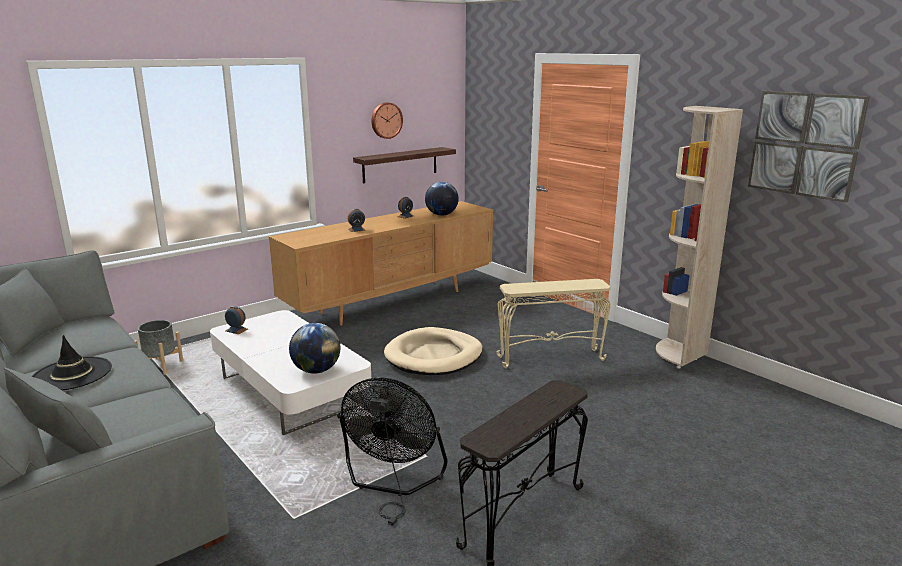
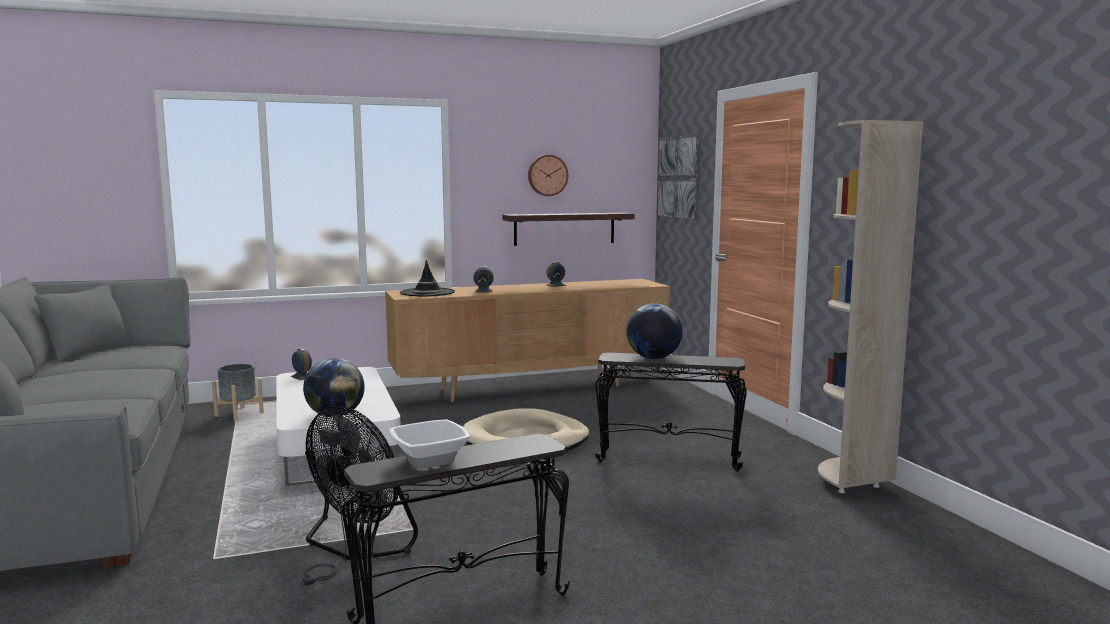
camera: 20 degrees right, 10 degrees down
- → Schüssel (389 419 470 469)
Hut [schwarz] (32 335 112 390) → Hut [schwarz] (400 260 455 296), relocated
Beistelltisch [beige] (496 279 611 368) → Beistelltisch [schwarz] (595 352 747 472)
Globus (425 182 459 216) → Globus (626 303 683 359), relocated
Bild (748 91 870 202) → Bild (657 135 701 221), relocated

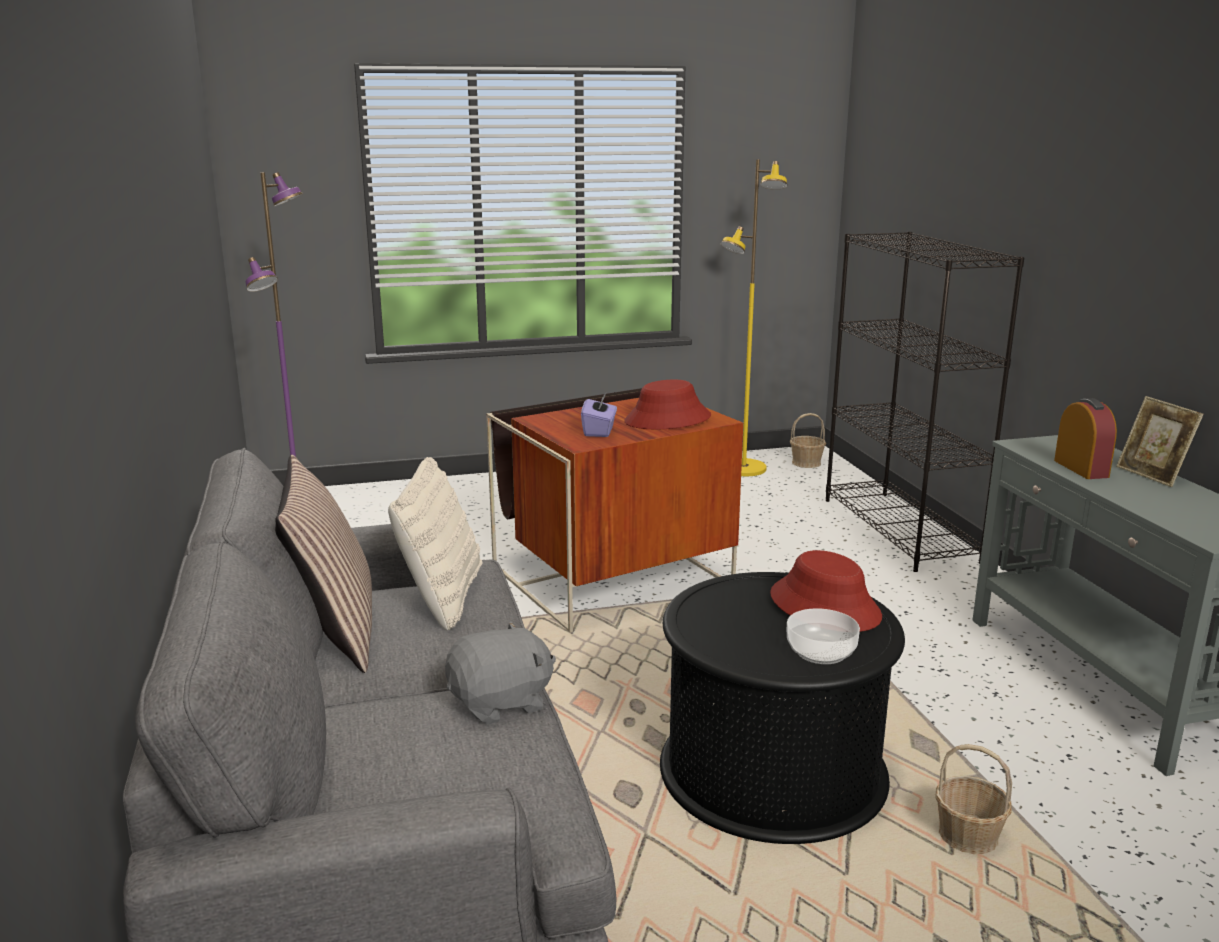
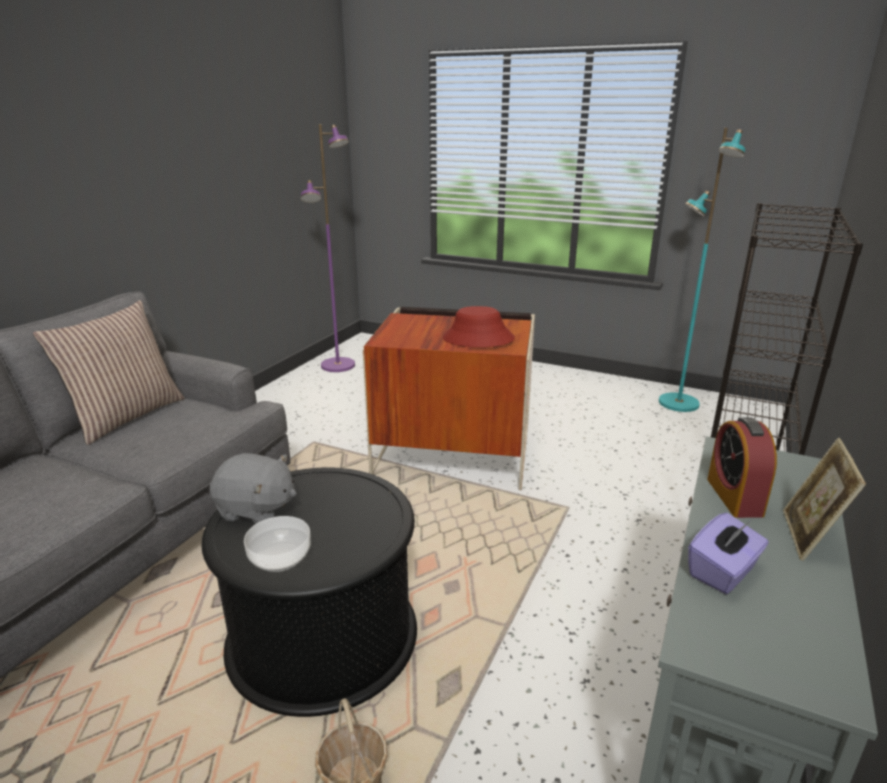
camera: 40 degrees right, 5 degrees up
Plüschtier [grau] (445 621 556 725) → Plüschtier [grau] (210 453 297 524), relocated
Stehlampe [gelb] (721 159 787 476) → Stehlampe [türkis] (659 128 745 412)
Taschentuchbox [lila] (581 393 617 437) → Taschentuchbox [lila] (688 513 769 594), relocated
Wecker (1054 398 1117 479) → Wecker (707 417 777 518), 150 degrees clockwise
Kissen [beige] (388 457 483 630) → -
Hut [rot] (770 550 882 632) → -
Korb (790 413 826 468) → -

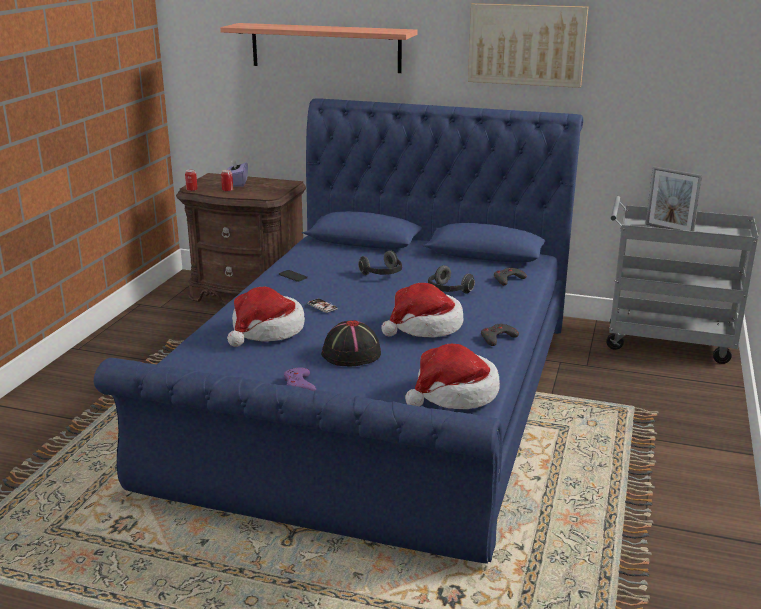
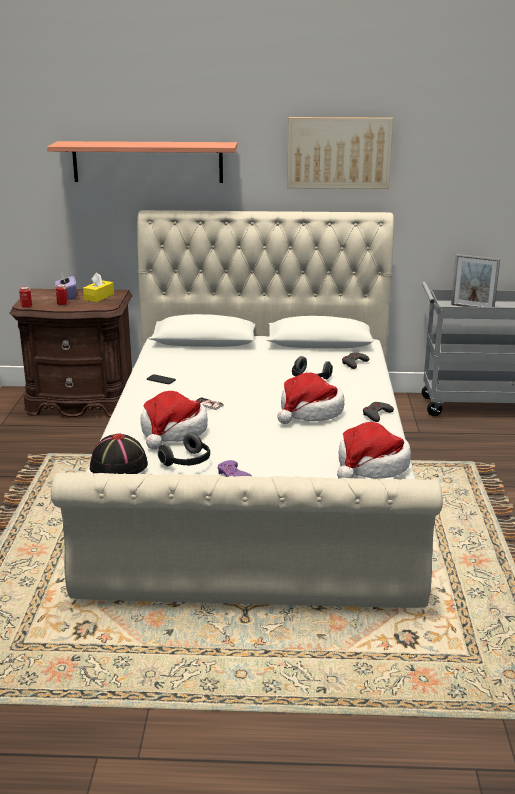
camera: 15 degrees left, 0 degrees up
Bett [blau] (94 98 583 564) → Bett [beige] (51 210 443 608)
- → Taschentuchbox [gelb] (83 272 114 302)
Hut [schwarz] (321 320 381 366) → Hut [schwarz] (90 433 148 474), relocated
Kopfhörer (358 250 402 275) → Kopfhörer (158 432 210 466), relocated

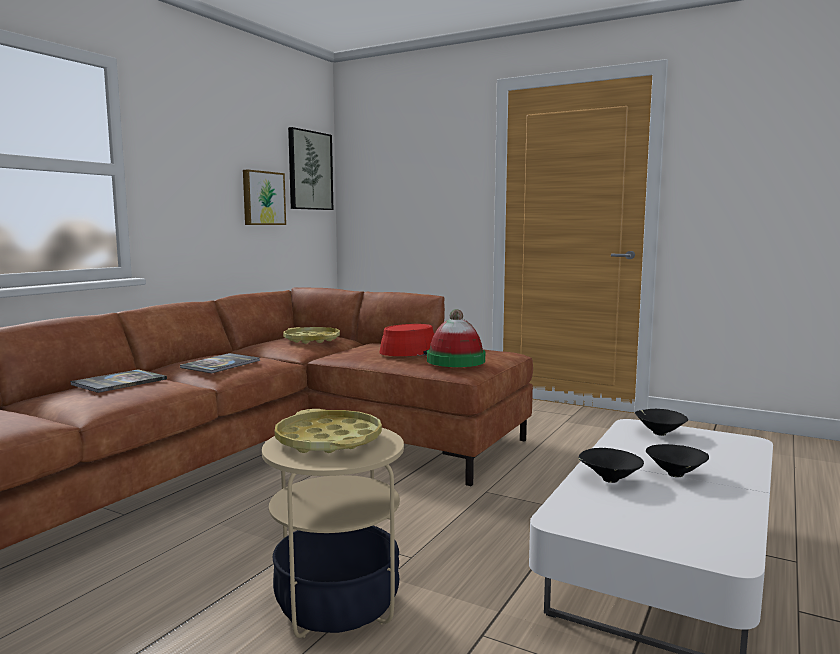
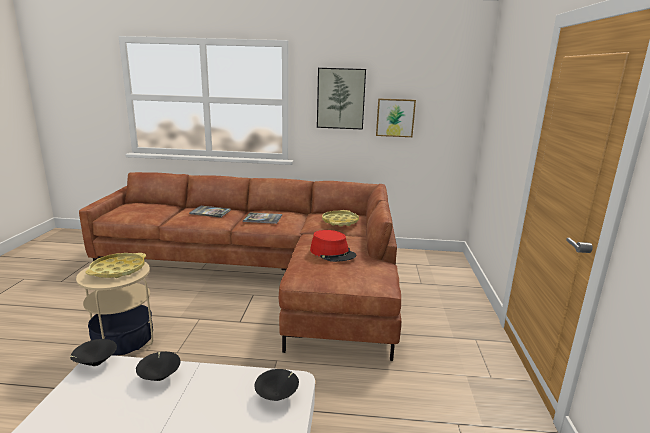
camera: 65 degrees right, 10 degrees up
Schüssel [schwarz] (646 444 709 477) → Schüssel [schwarz] (70 339 117 366), relocated
Bild (288 127 333 210) → Bild (317 68 366 130), relocated
Hut (427 309 485 367) → -

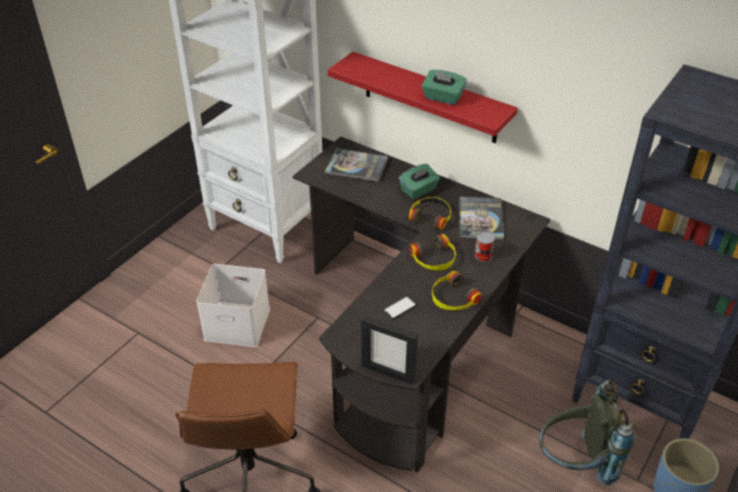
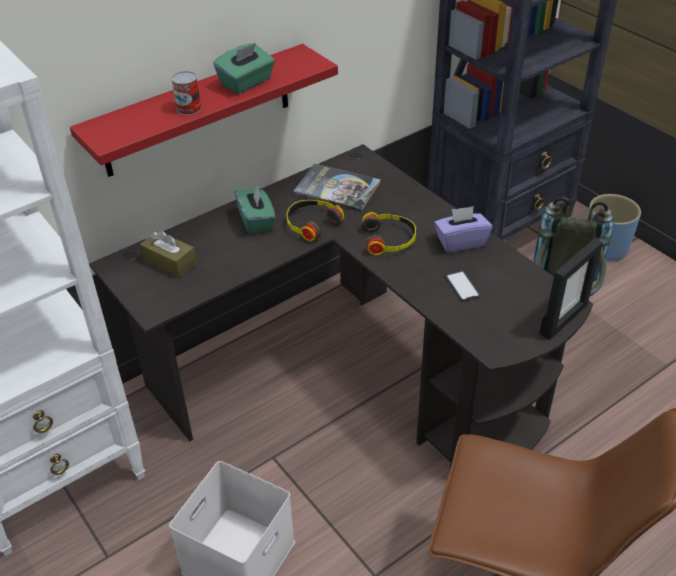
camera: 70 degrees left, 0 degrees up
Buch (325 149 388 182) → Taschentuchbox [braun] (140 230 197 278)
Dose (474 231 495 262) → Dose (171 71 201 115), relocated
Kopfhörer (432 271 481 310) → Taschentuchbox [lila] (434 206 493 252)

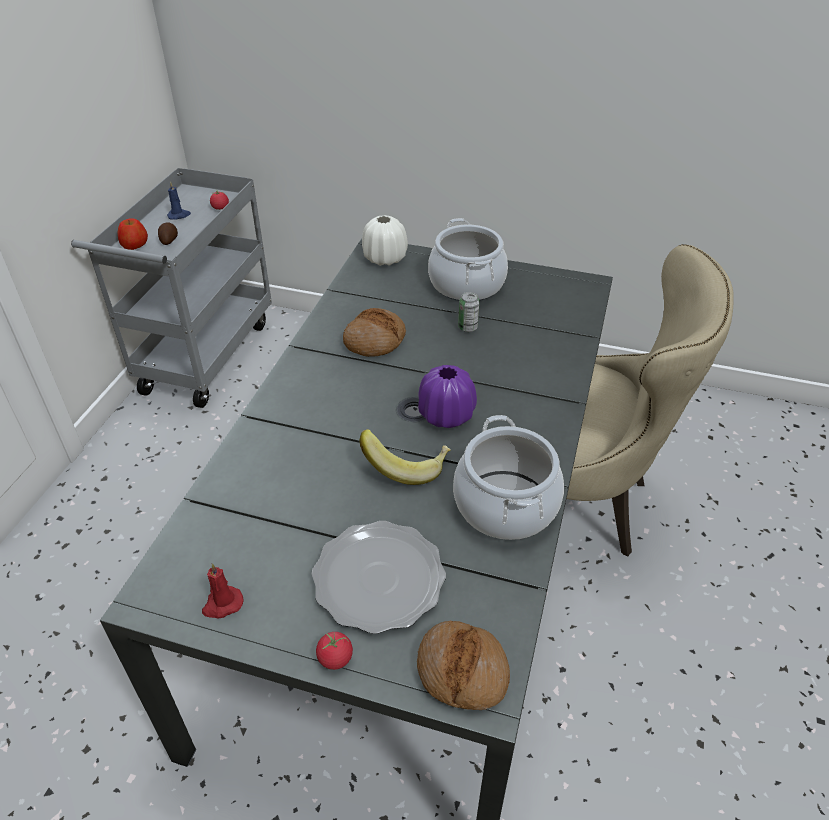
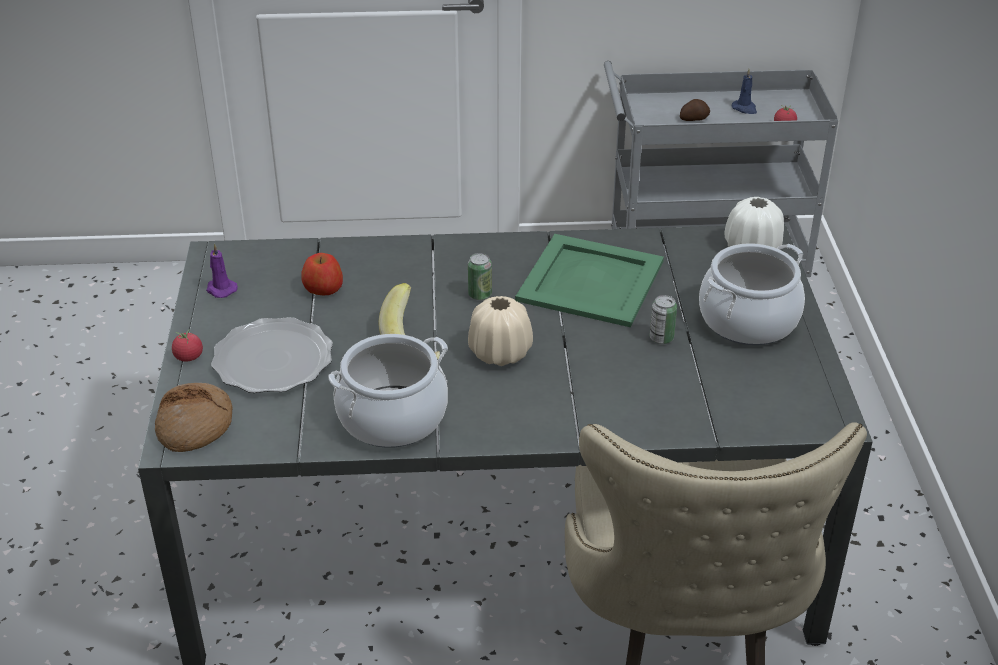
camera: 70 degrees right, 5 degrees down
Kerze [rot] (202 563 244 619) → Kerze [lila] (206 243 238 298)
Apfel (117 218 148 250) → Apfel (302 253 343 295), relocated
- → Dose (468 253 492 300)
Vase [lila] (418 365 477 428) → Vase [beige] (468 296 533 366)
Brot (343 308 406 357) → Tablett [grün] (515 234 664 327)

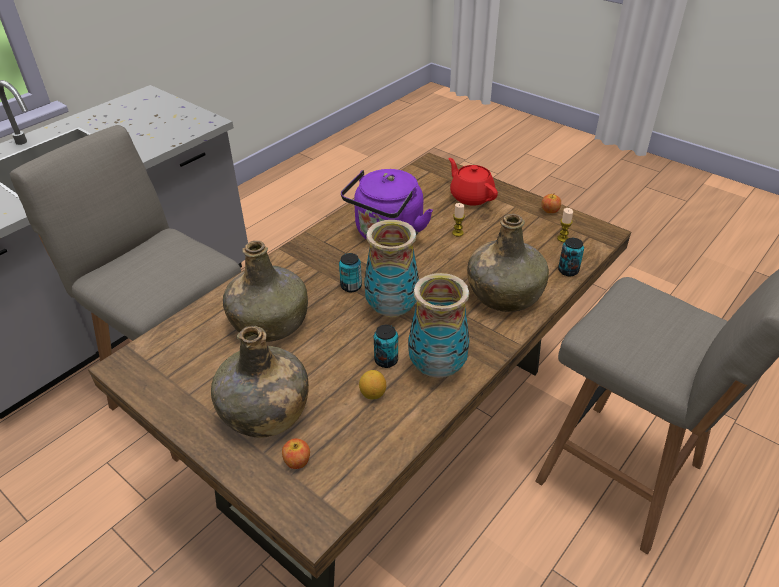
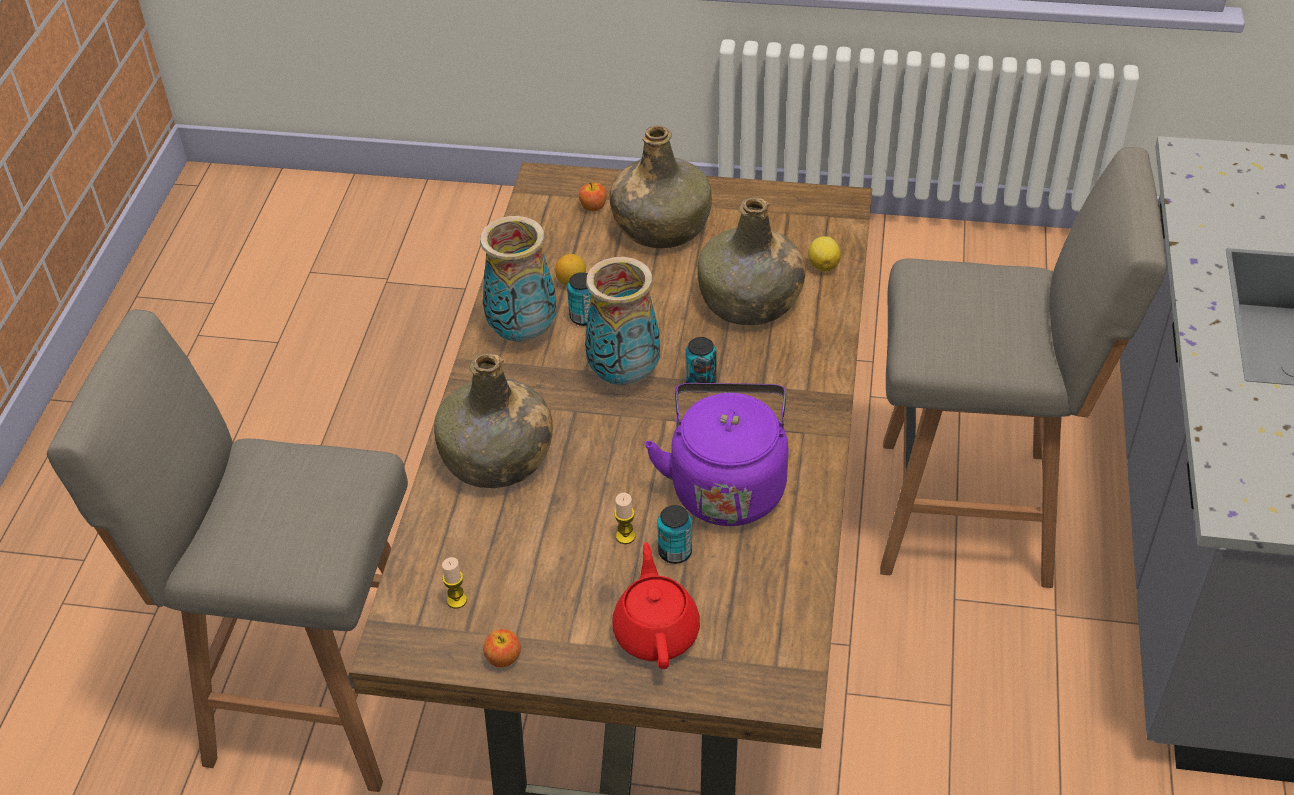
camera: 150 degrees right, 5 degrees up
Teekanne [rot] (448 158 498 205) → Teekanne [rot] (612 542 700 669), 120 degrees counterclockwise
Dose (558 238 584 276) → Dose (657 505 692 564), relocated
- → Zitrone (808 236 841 271)

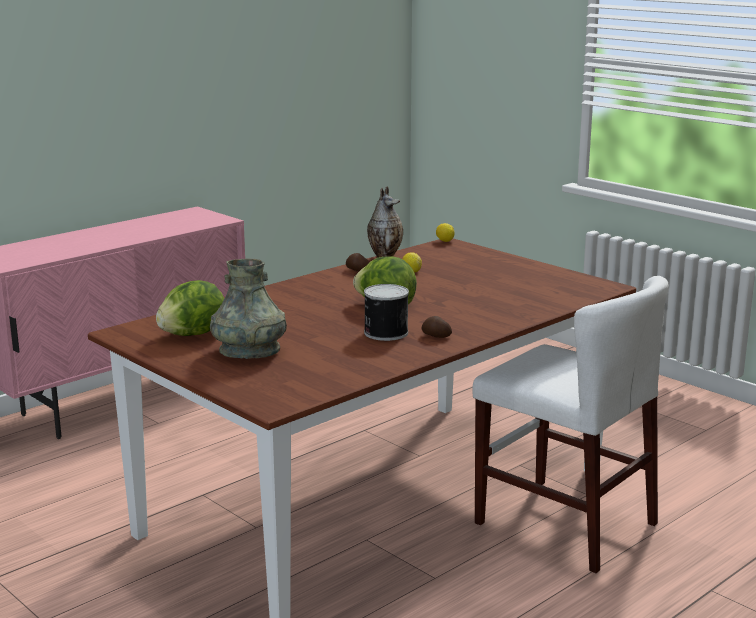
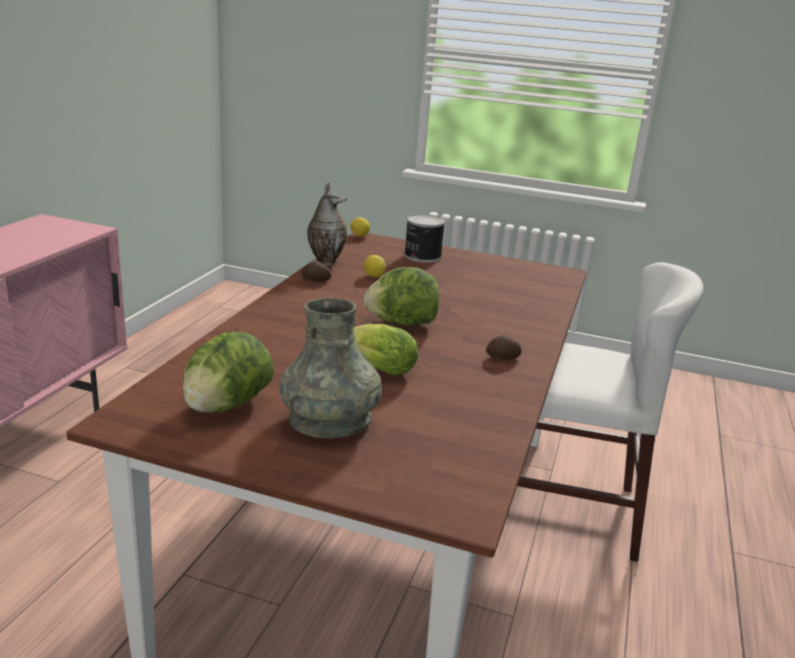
camera: 30 degrees left, 5 degrees up
- → Salatkopf (353 324 418 376)
Dose (364 284 409 341) → Dose (404 214 445 262), relocated

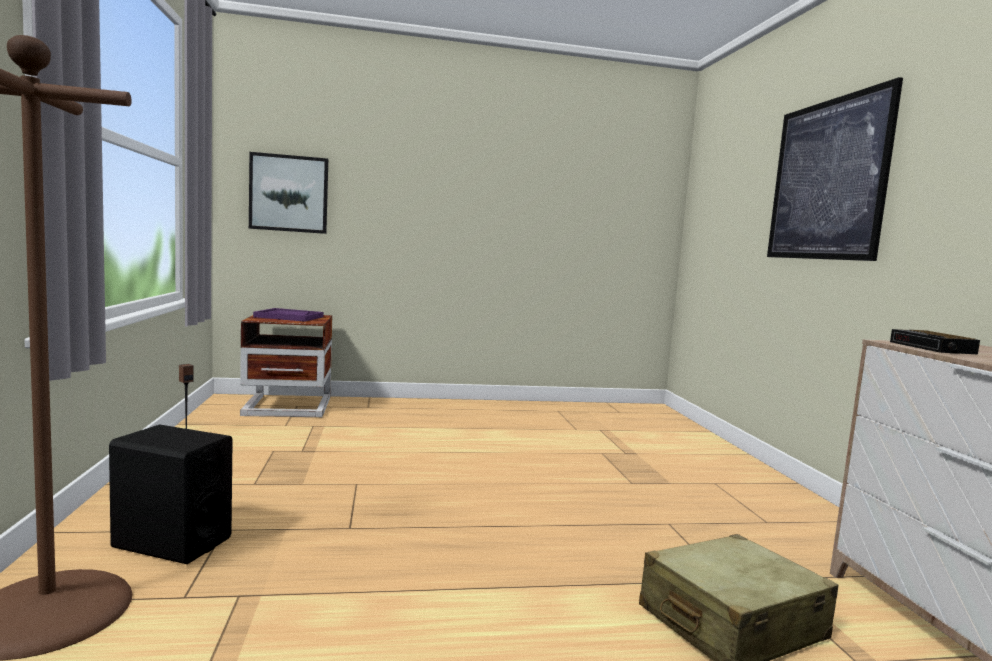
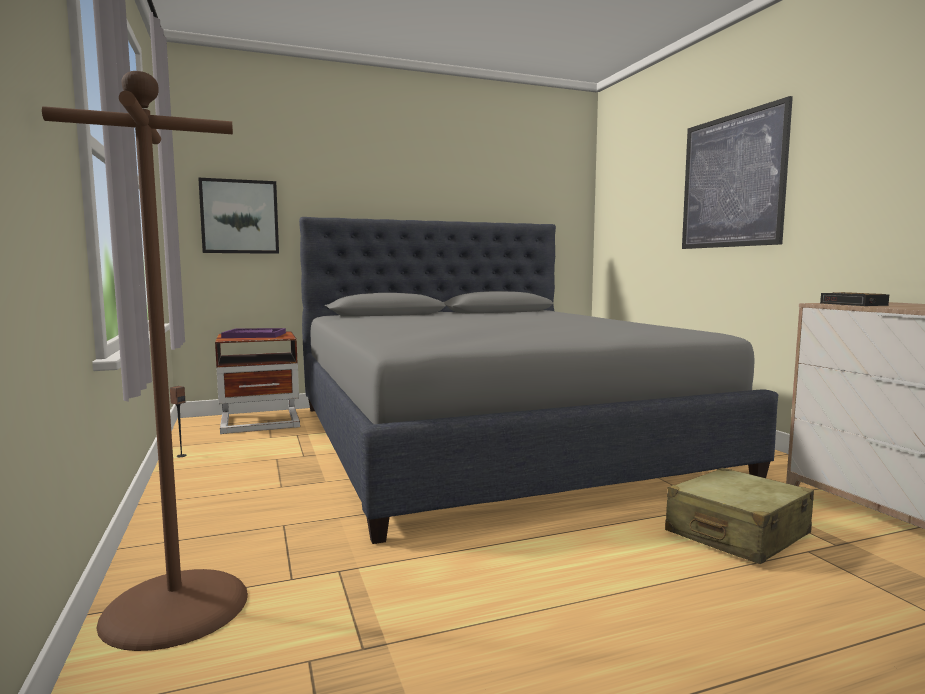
camera: 10 degrees left, 0 degrees up
- → Bett [grau] (299 217 778 544)
Lautsprecher [schwarz] (109 424 233 564) → -

